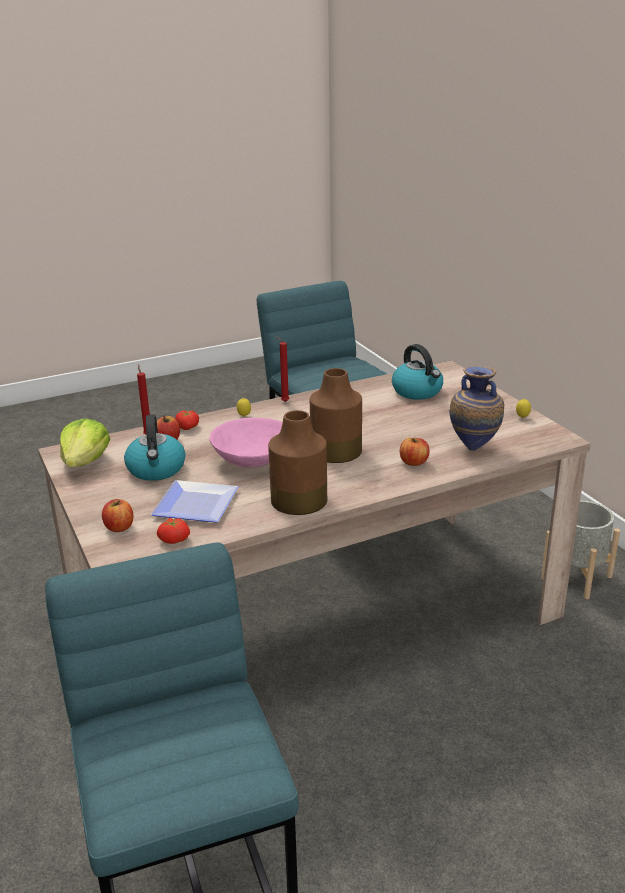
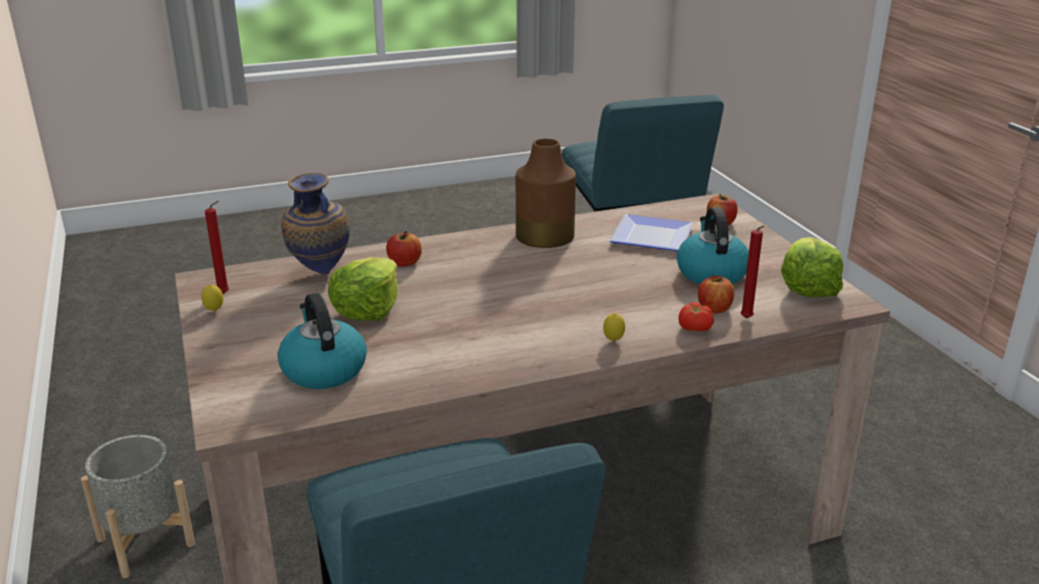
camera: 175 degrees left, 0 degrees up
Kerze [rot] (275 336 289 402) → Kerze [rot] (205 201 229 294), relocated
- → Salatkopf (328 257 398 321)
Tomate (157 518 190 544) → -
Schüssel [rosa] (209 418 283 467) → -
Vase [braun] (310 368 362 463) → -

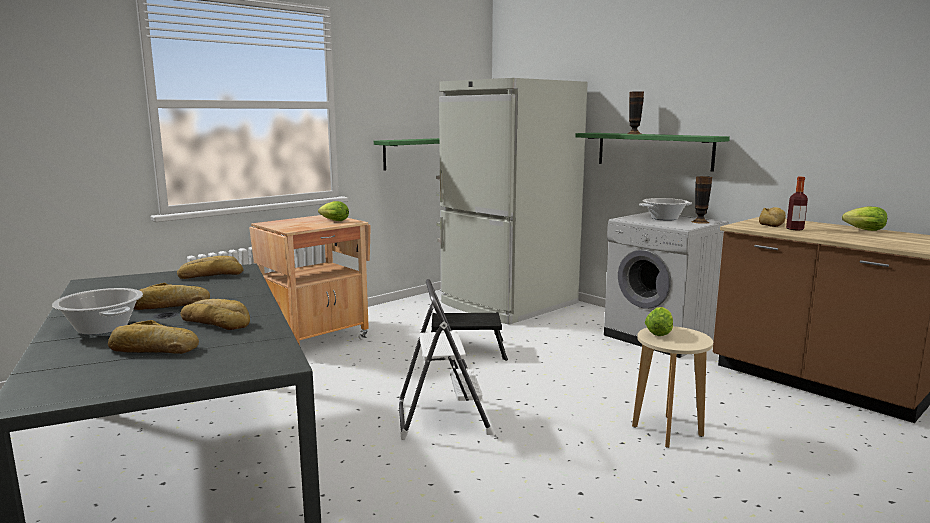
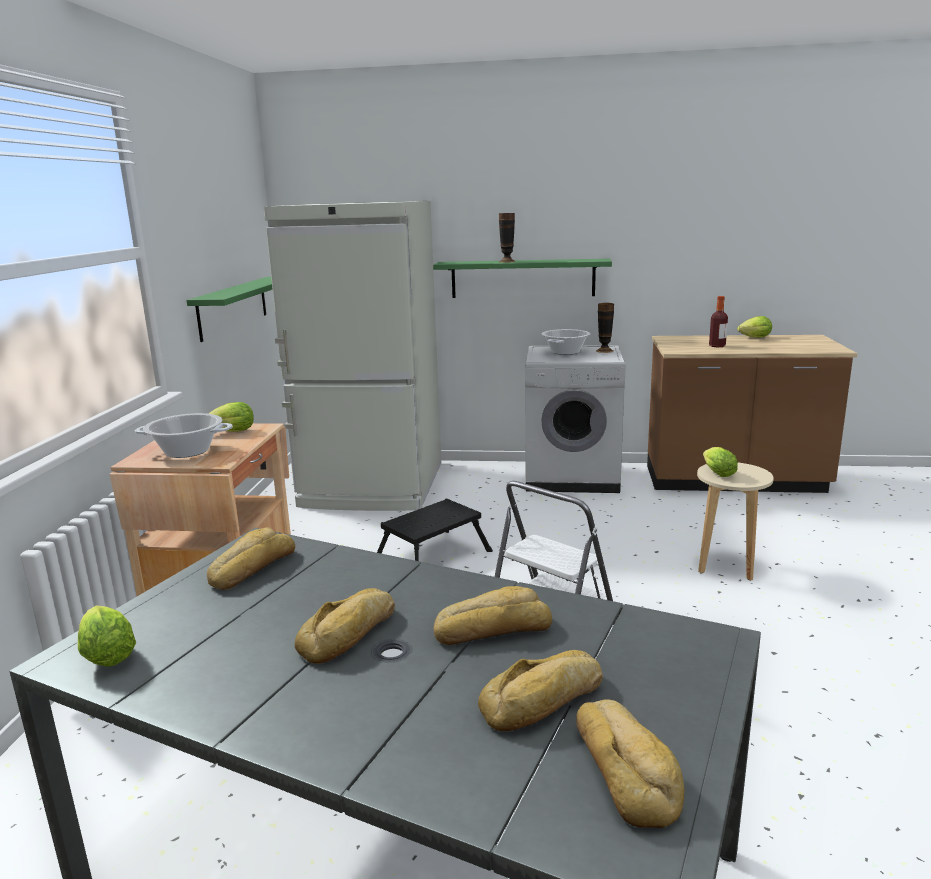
camera: 40 degrees left, 5 degrees up
- → Salatkopf (78 606 136 667)
Kochtopf (52 288 143 335) → Kochtopf (135 413 233 458), relocated
Brot (759 207 786 227) → Brot (576 699 684 828), relocated

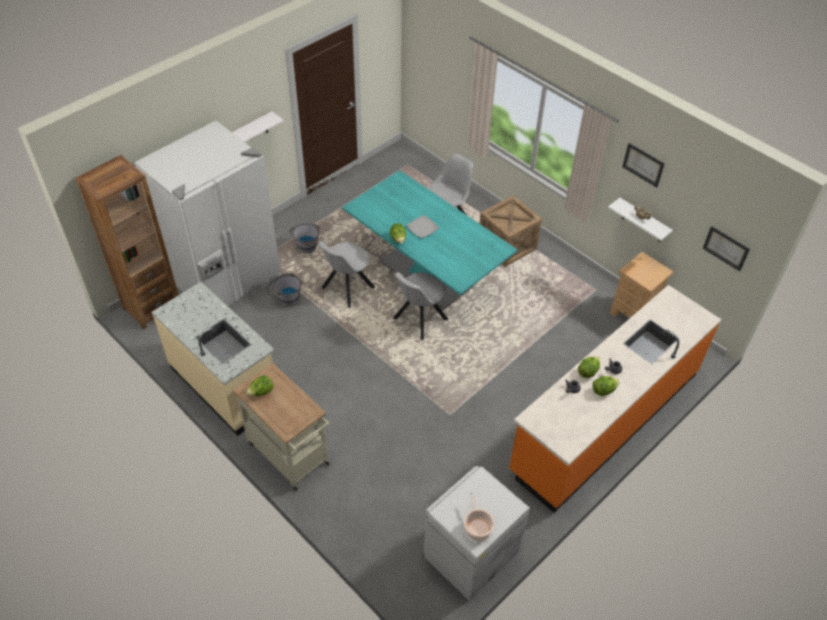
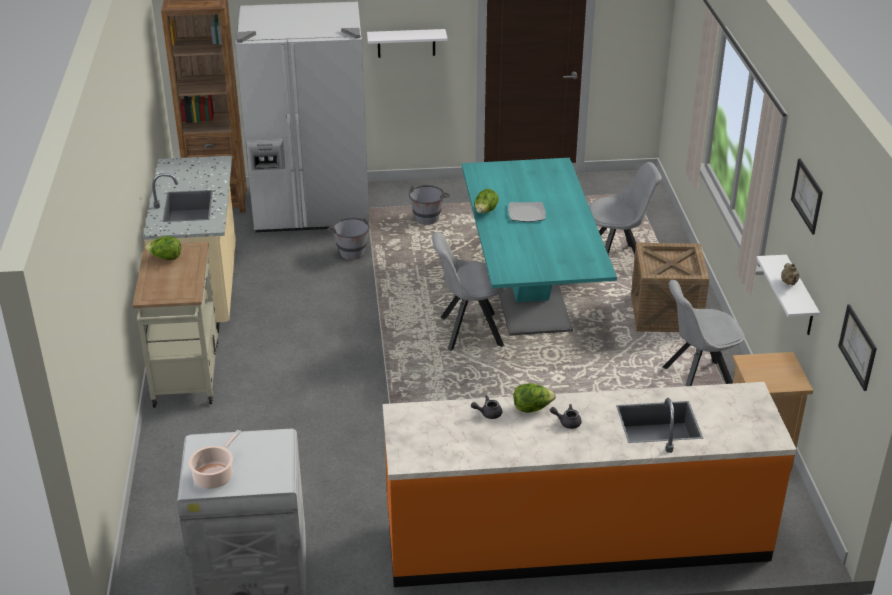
camera: 40 degrees right, 15 degrees down
Stuhl [grau] (318 241 375 308) → Stuhl [grau] (663 280 745 386), relocated
Salatkopf (592 376 620 396) → -

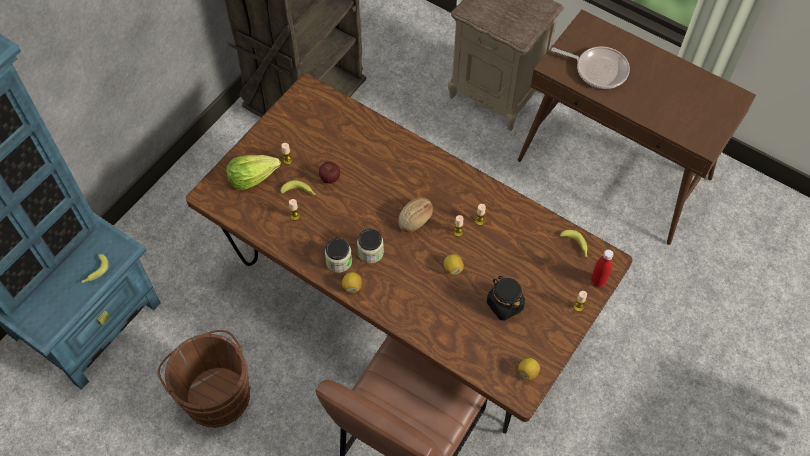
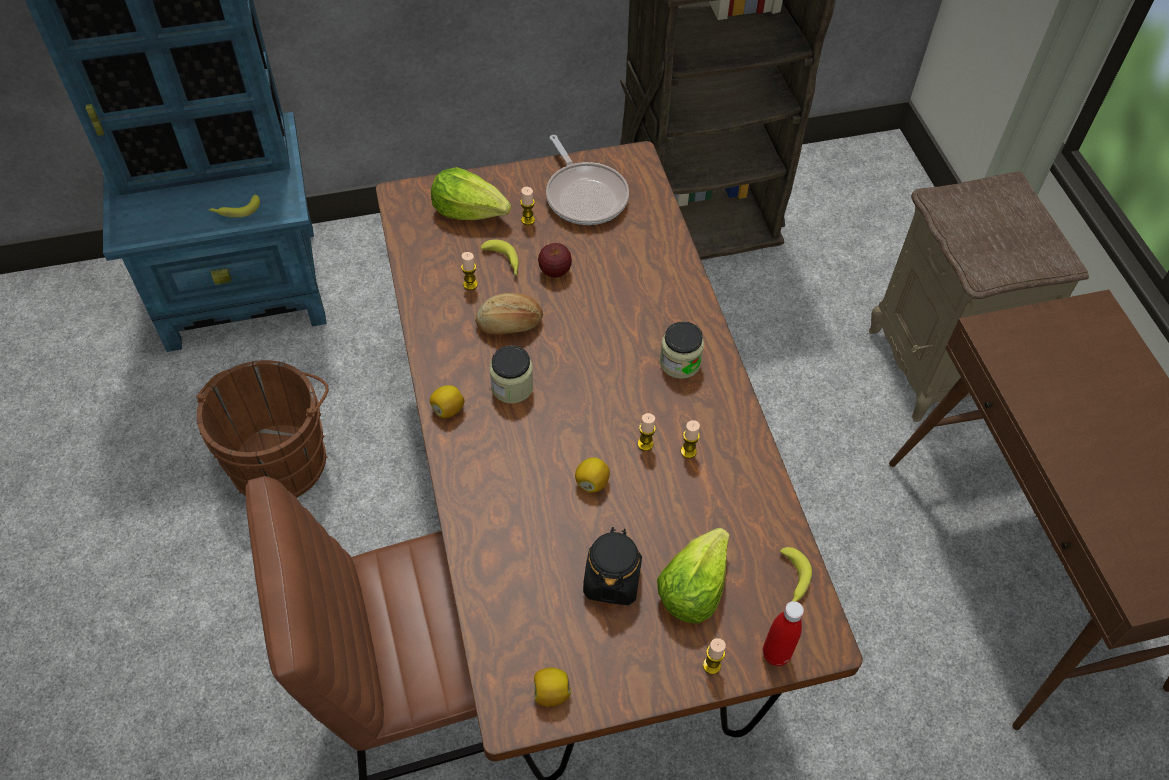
camera: 40 degrees right, 5 degrees down
Brot (399 197 433 232) → Brot (475 293 543 335), relocated
Pfanne (551 46 630 89) → Pfanne (546 135 629 225), relocated
- → Salatkopf (657 528 730 623)
Vorratsglas (325 238 352 273) → Vorratsglas (660 321 704 379), relocated

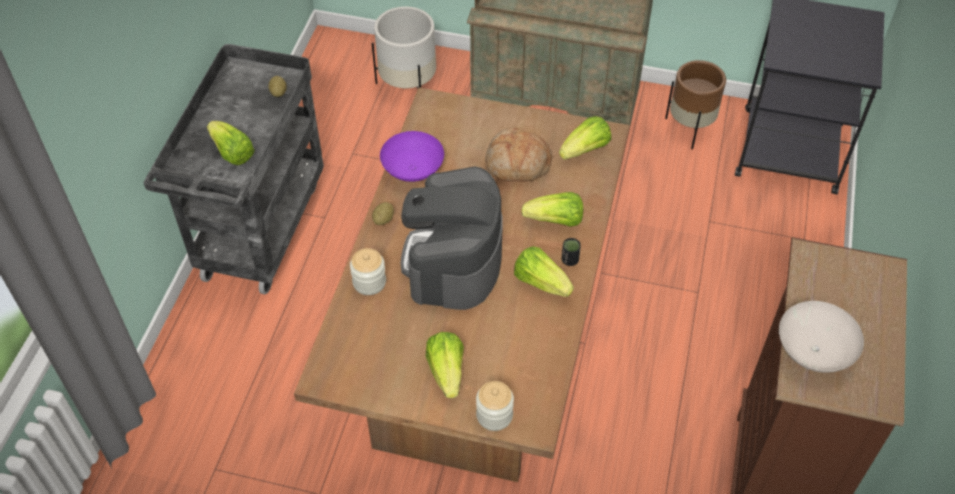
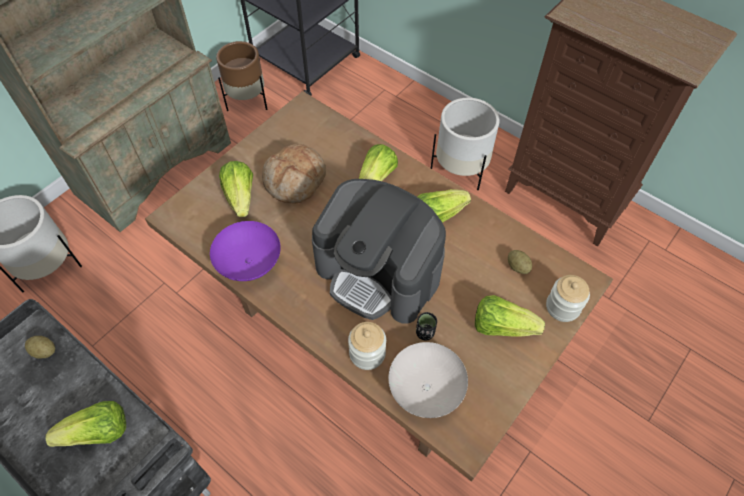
camera: 65 degrees left, 5 degrees up
Salatkopf (559 116 611 160) → Salatkopf (219 161 253 218), relocated
Schüssel [weiß] (779 301 864 373) → Schüssel [weiß] (388 342 468 418), relocated
Tasse [schwarz] (562 238 581 266) → Tasse [schwarz] (416 312 437 341), relocated
- → Pflanzkübel [weiß] (431 98 500 190)
Kartoffel (372 202 394 225) → Kartoffel (508 250 532 274), relocated

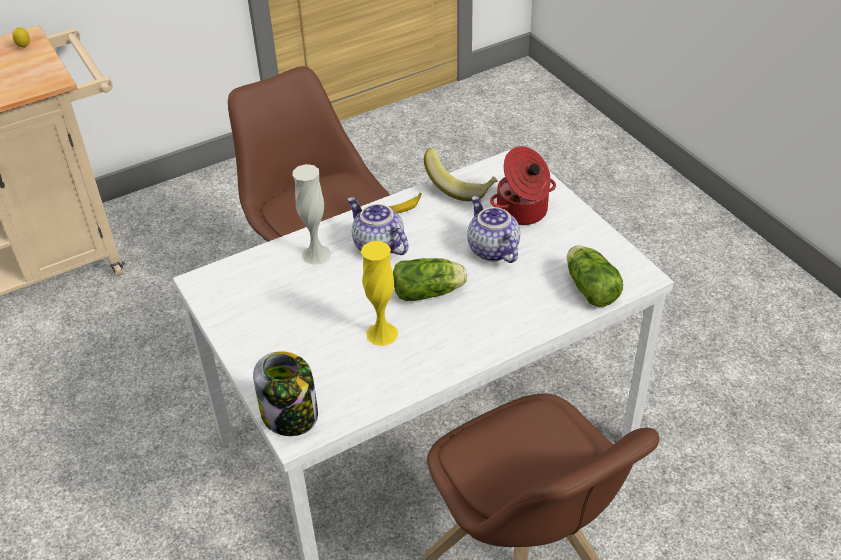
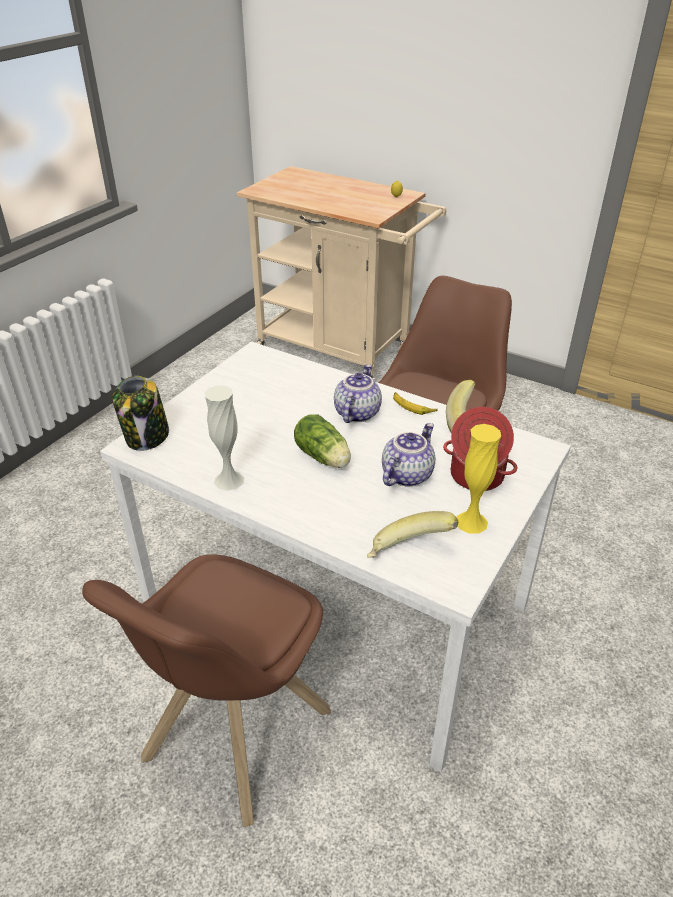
camera: 60 degrees right, 5 degrees down
Vase [weiß] (293 164 331 265) → Vase [weiß] (205 386 244 491), relocated
Salatkopf (567 245 623 307) → Banane (367 511 458 558)
Vase [gelb] (361 241 398 346) → Vase [gelb] (457 424 501 534), relocated

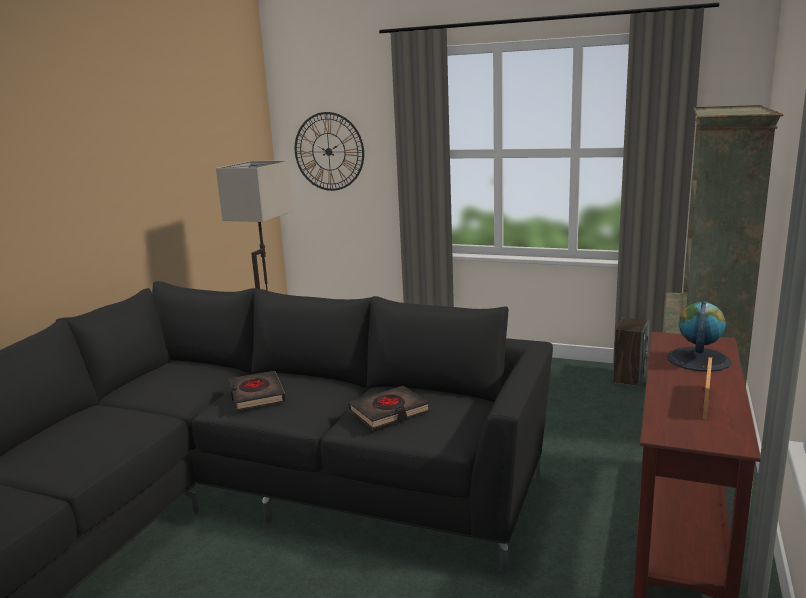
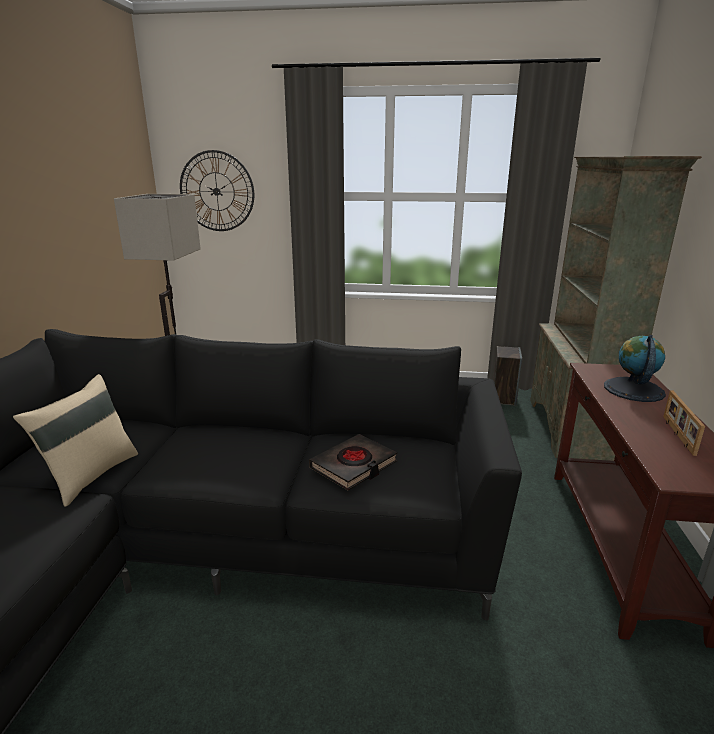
camera: 15 degrees left, 5 degrees up
- → Kissen [beige] (13 374 138 507)
Buch [schwarz] (229 371 286 410) → -

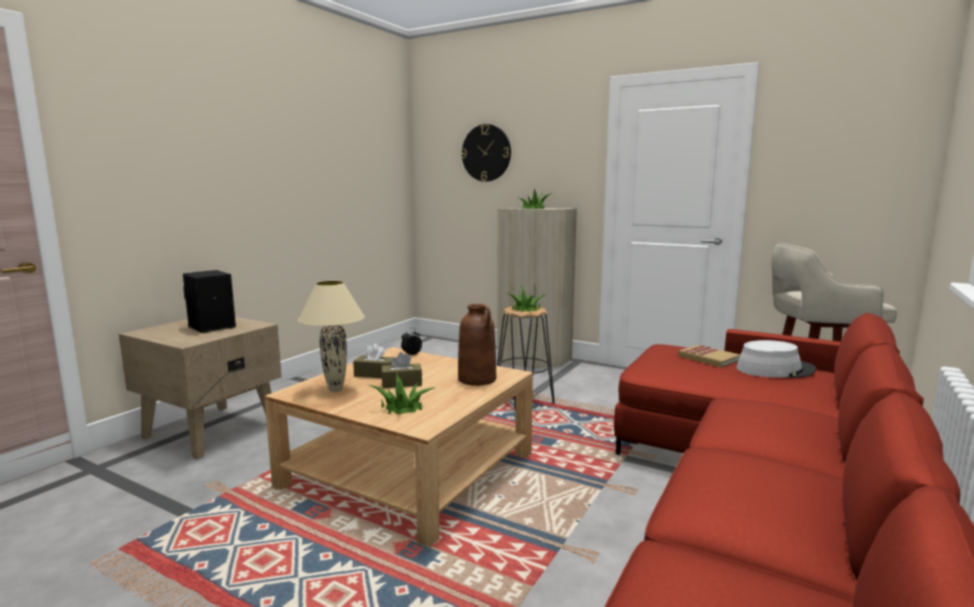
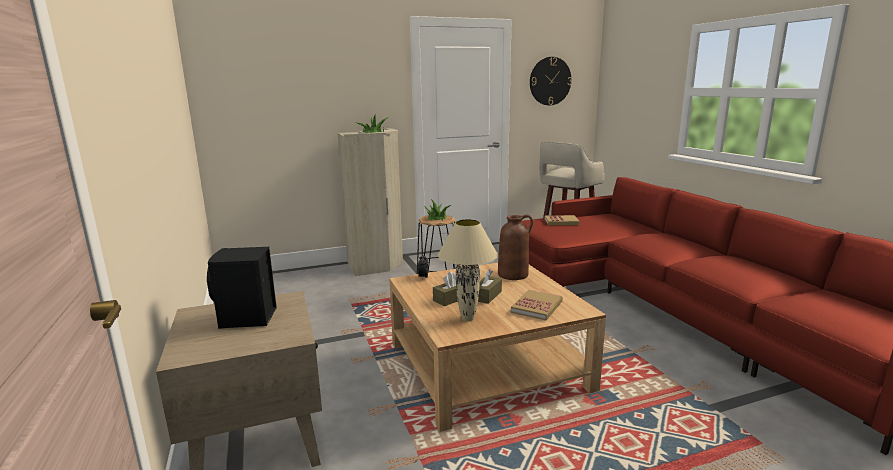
camera: 50 degrees left, 5 degrees up
Topfpflanze (369 372 434 414) → Buch (511 290 563 320)
Wanduhr (461 124 511 182) → Wanduhr (530 57 572 105), relocated
Hut [grau] (736 340 816 378) → -

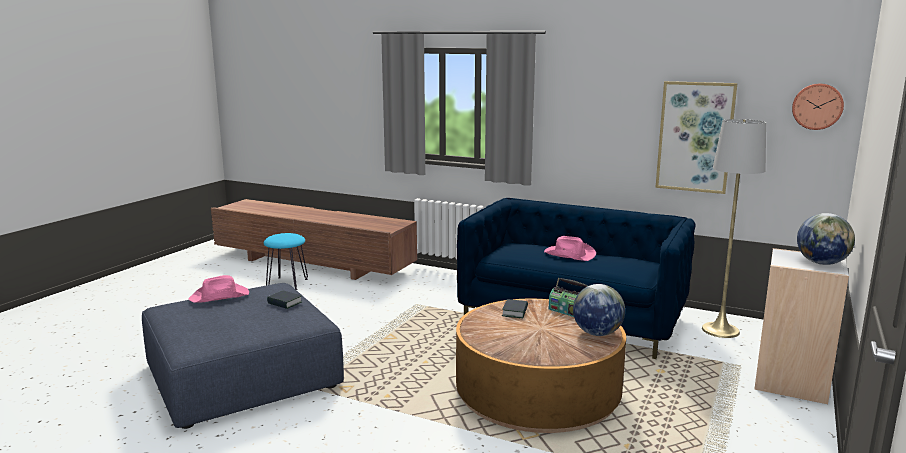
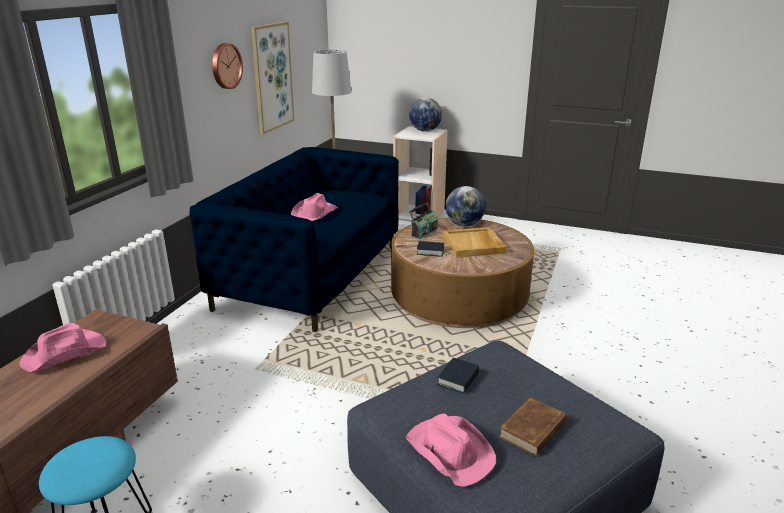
camera: 95 degrees left, 10 degrees up
- → Hut [rosa] (20 323 106 372)
Wanduhr (792 83 844 130) → Wanduhr (212 43 243 89), relocated
- → Tablett [beige] (442 227 507 258)
- → Buch [braun] (498 397 567 456)

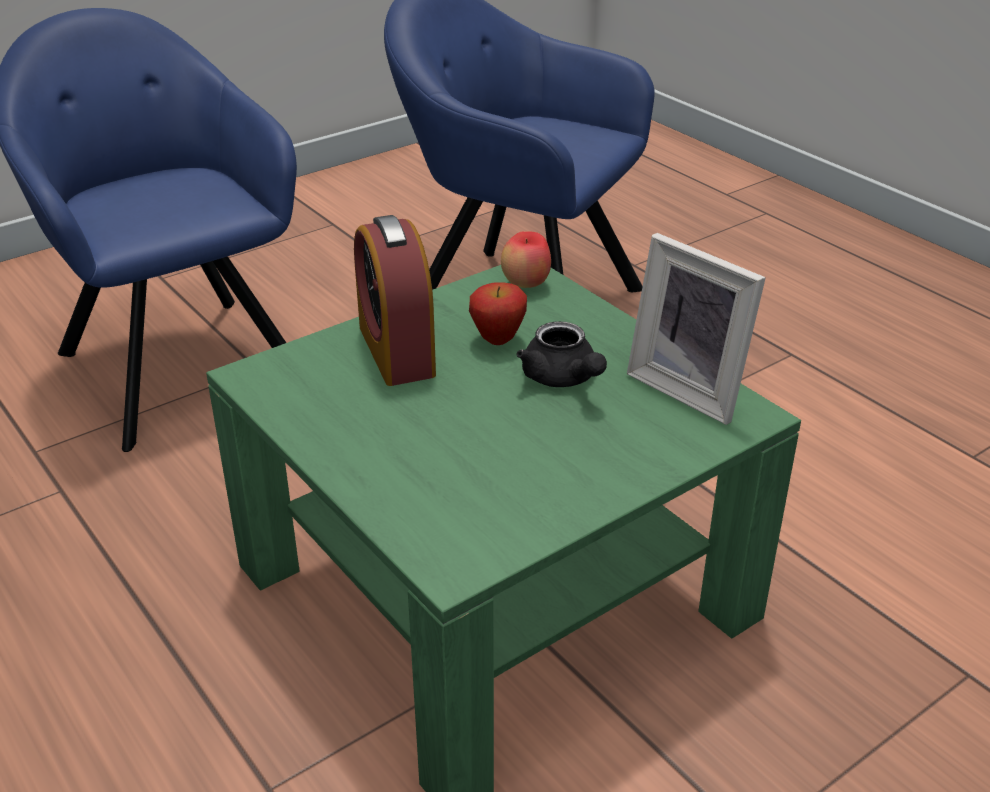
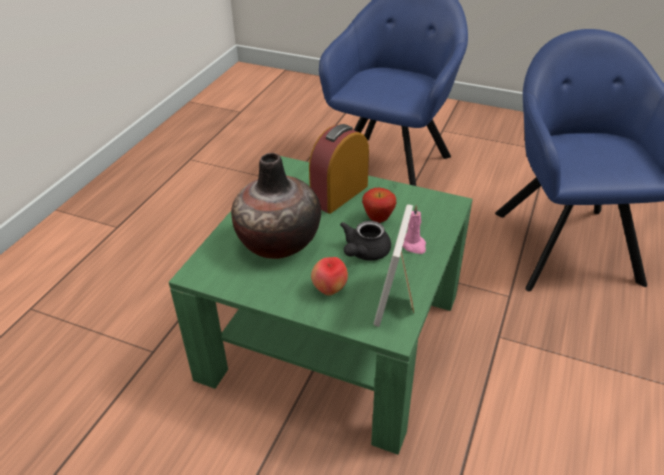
camera: 60 degrees right, 5 degrees up
- → Vase (231 153 321 259)
Apfel (501 231 551 288) → Apfel (311 257 348 296), relocated
- → Kerze [rosa] (403 204 426 254)

